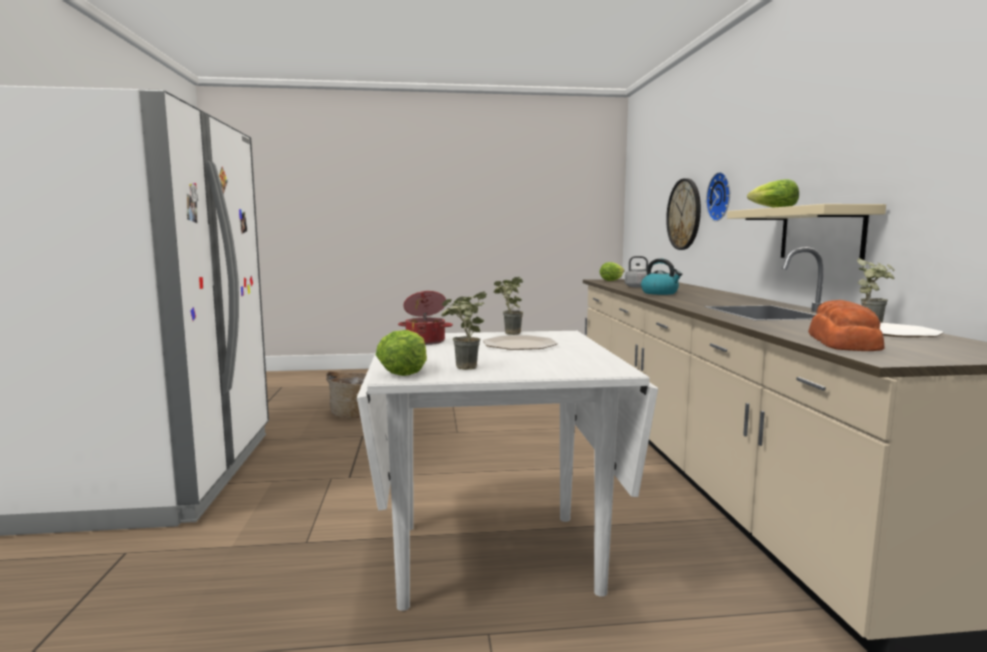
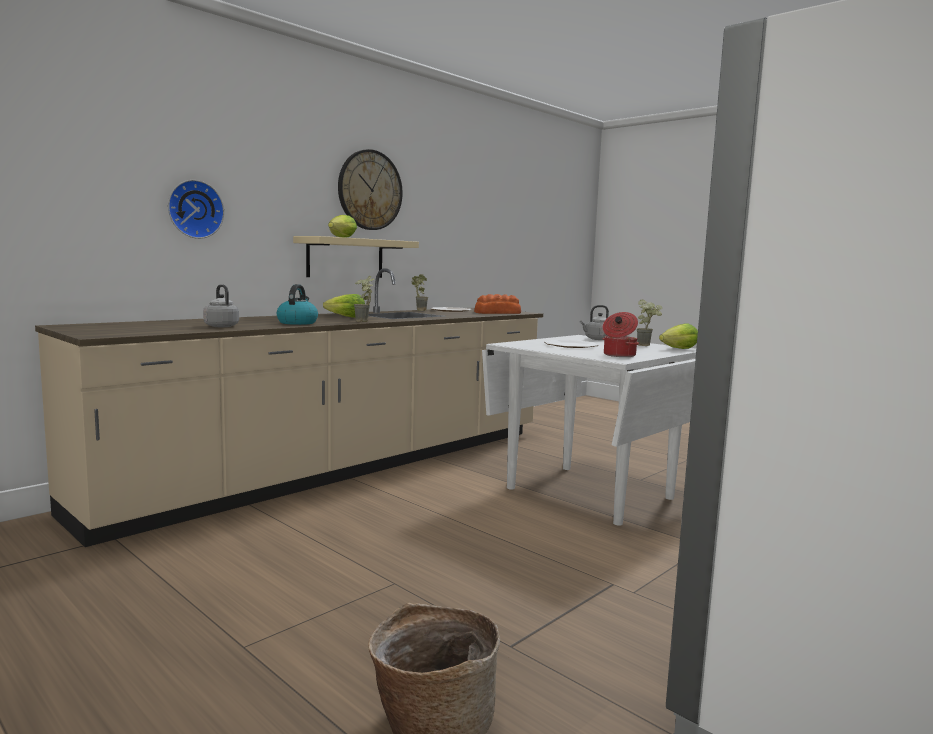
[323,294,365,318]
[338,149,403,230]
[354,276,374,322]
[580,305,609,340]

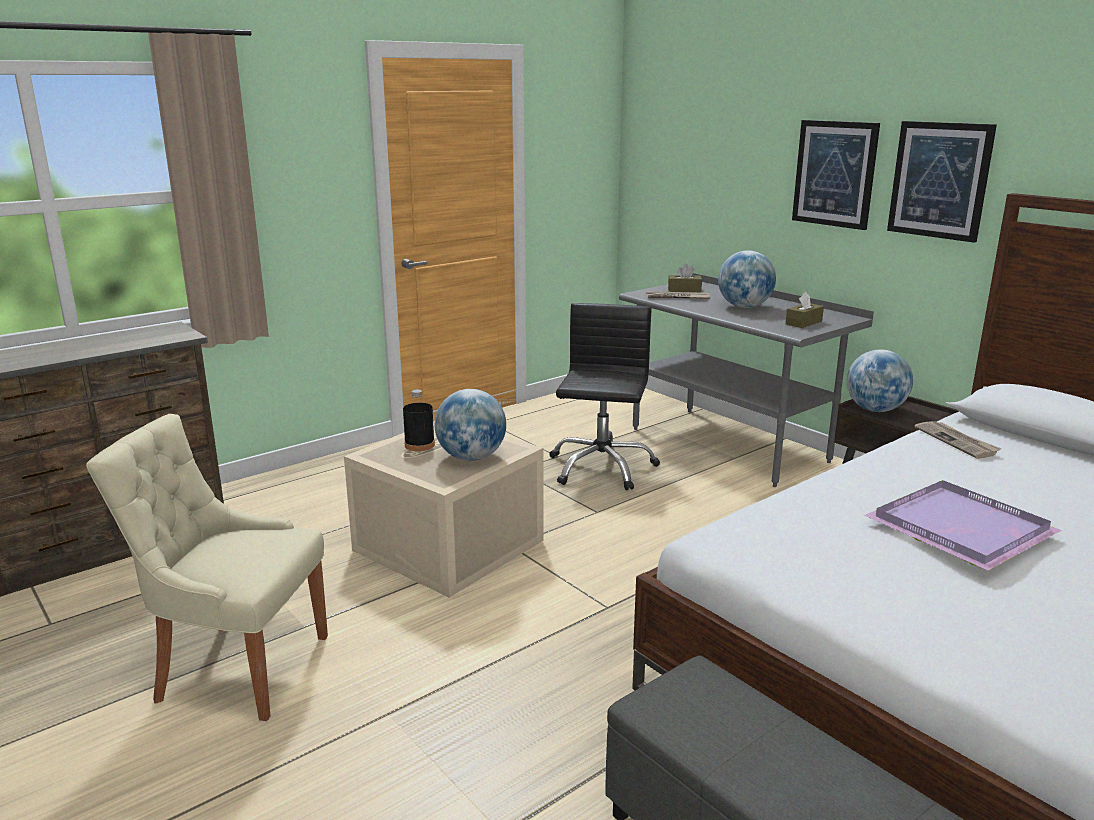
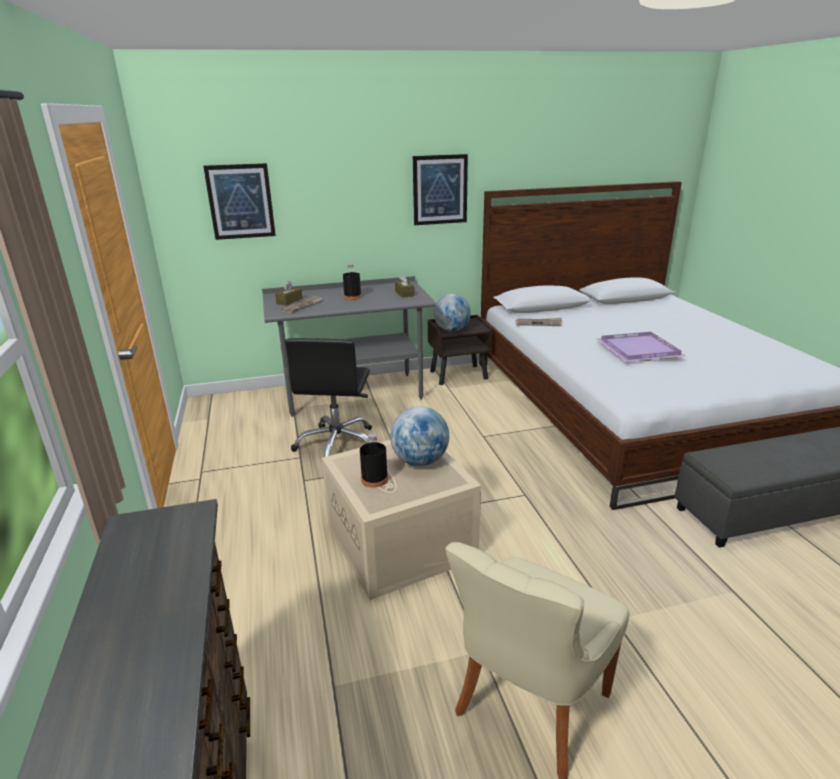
[203,163,276,240]
[285,338,372,457]
[343,264,361,300]

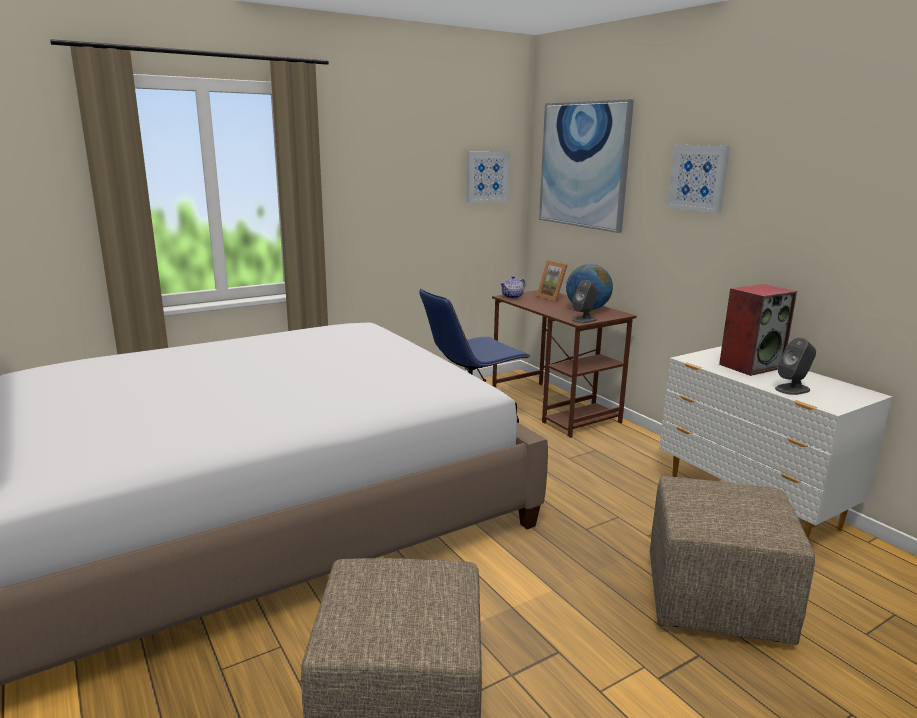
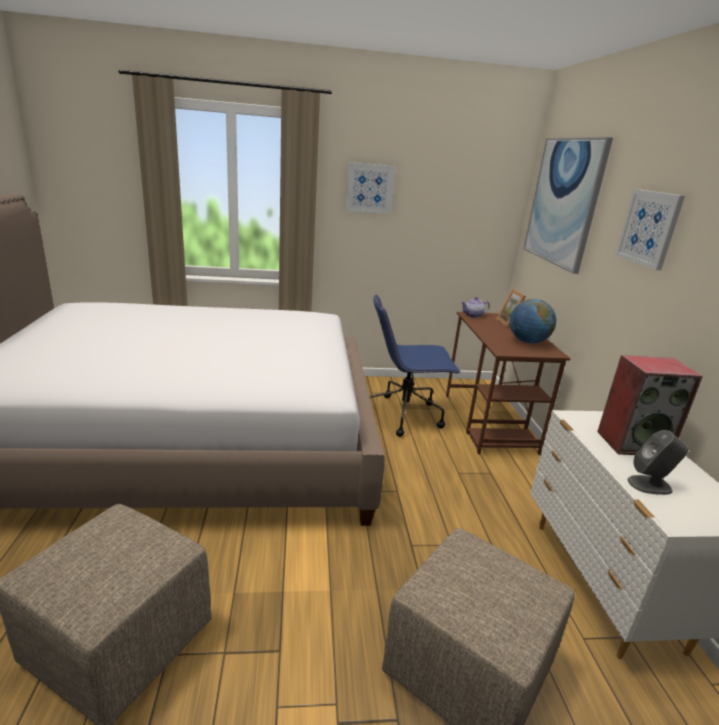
[345,162,395,214]
[572,280,599,323] (first image)

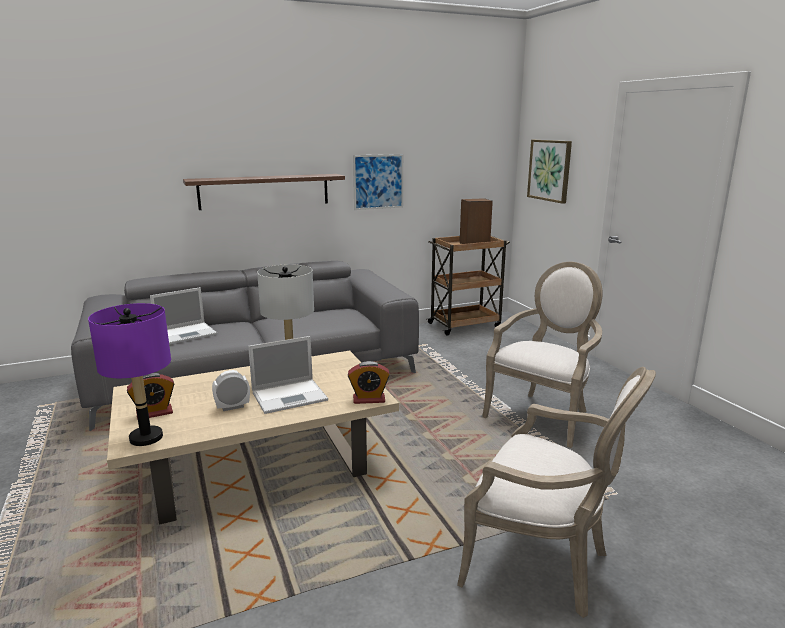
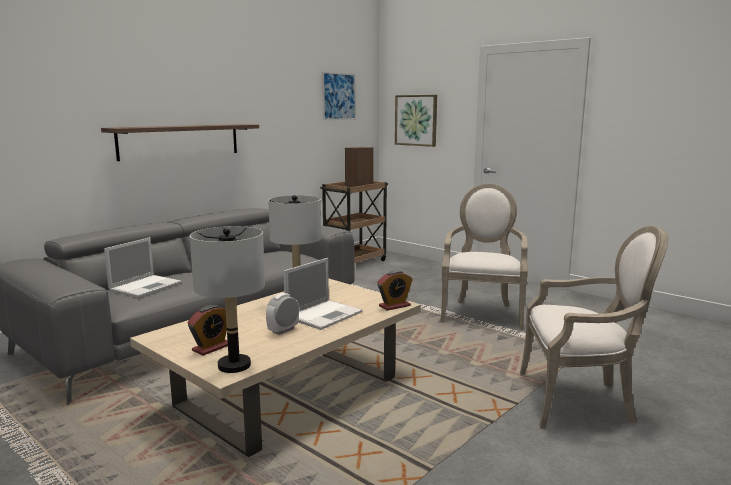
[190,226,265,373]
[322,72,356,120]

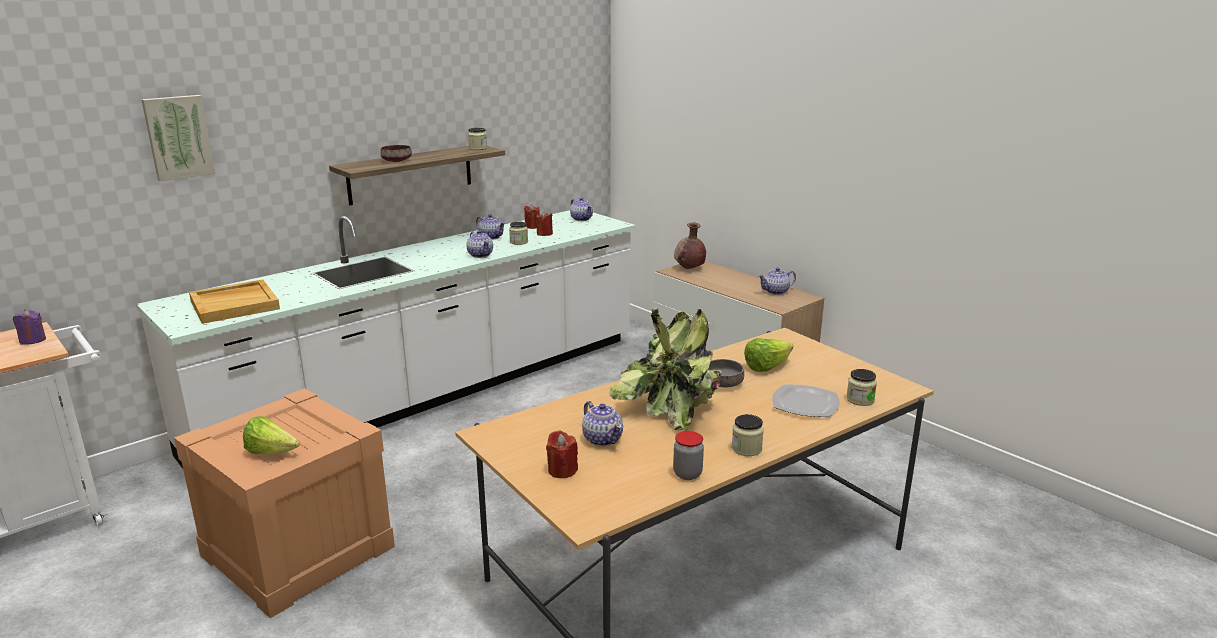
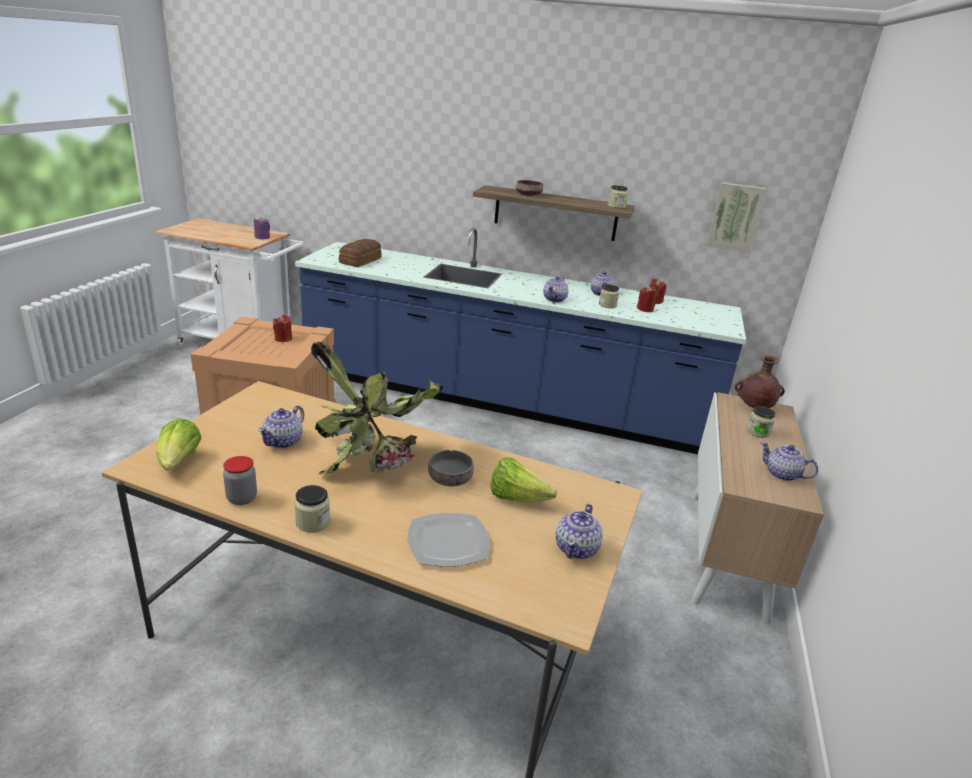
[157,418,201,471]
[273,315,292,342]
[295,228,746,454]
[339,239,382,267]
[556,504,603,559]
[707,182,767,252]
[746,406,776,438]

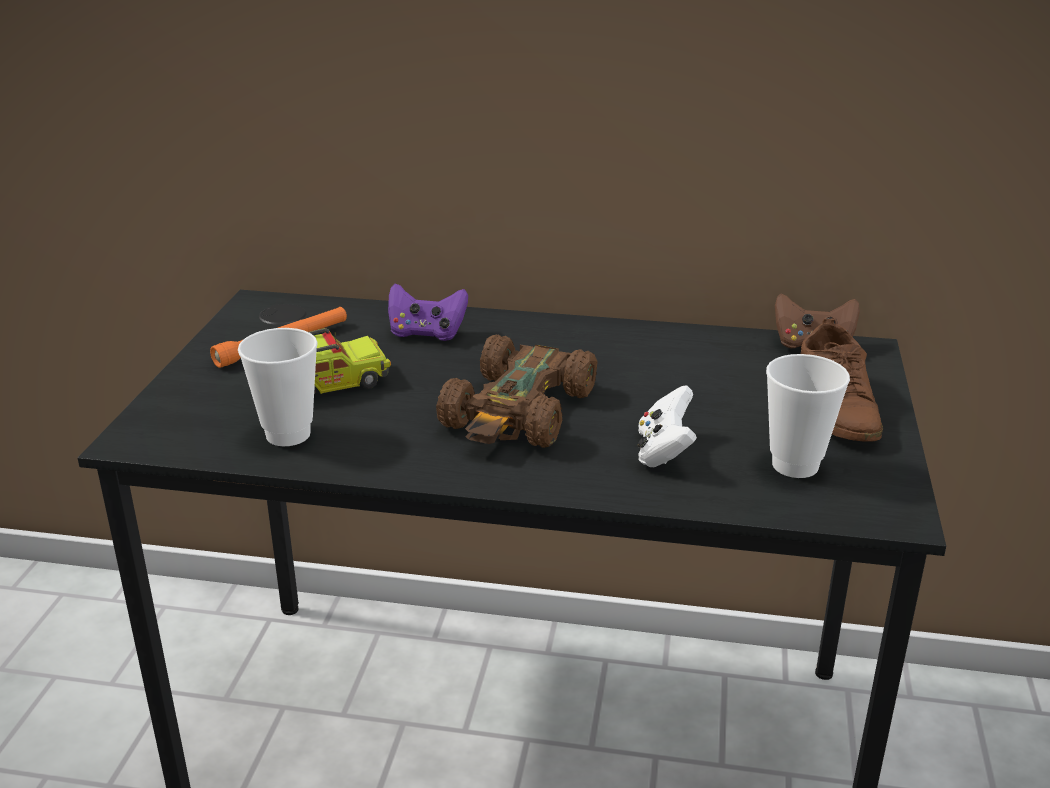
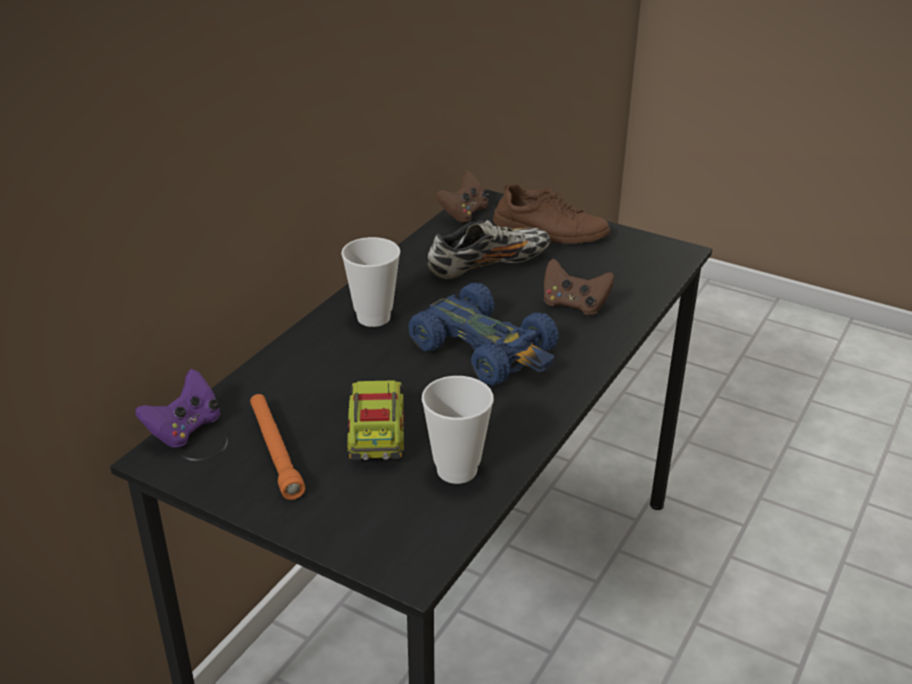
[135,369,220,448]
[341,237,400,327]
[408,283,559,386]
[428,220,551,279]
[543,259,615,315]

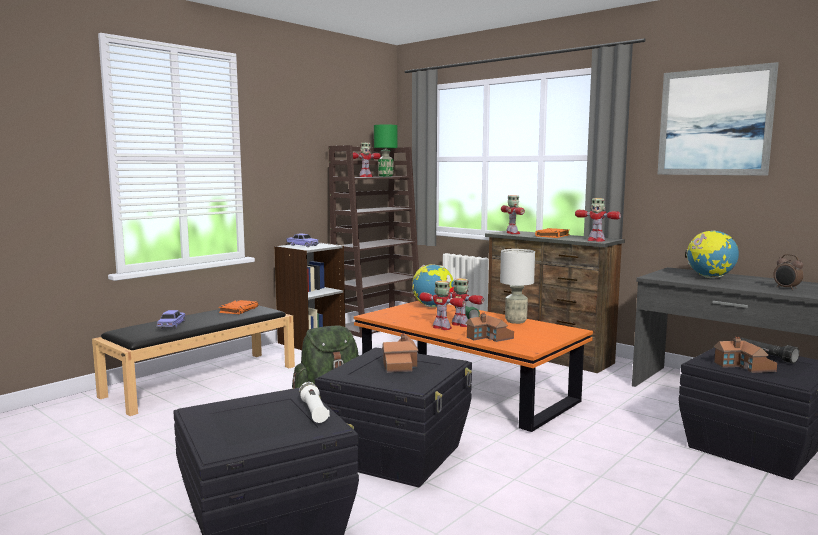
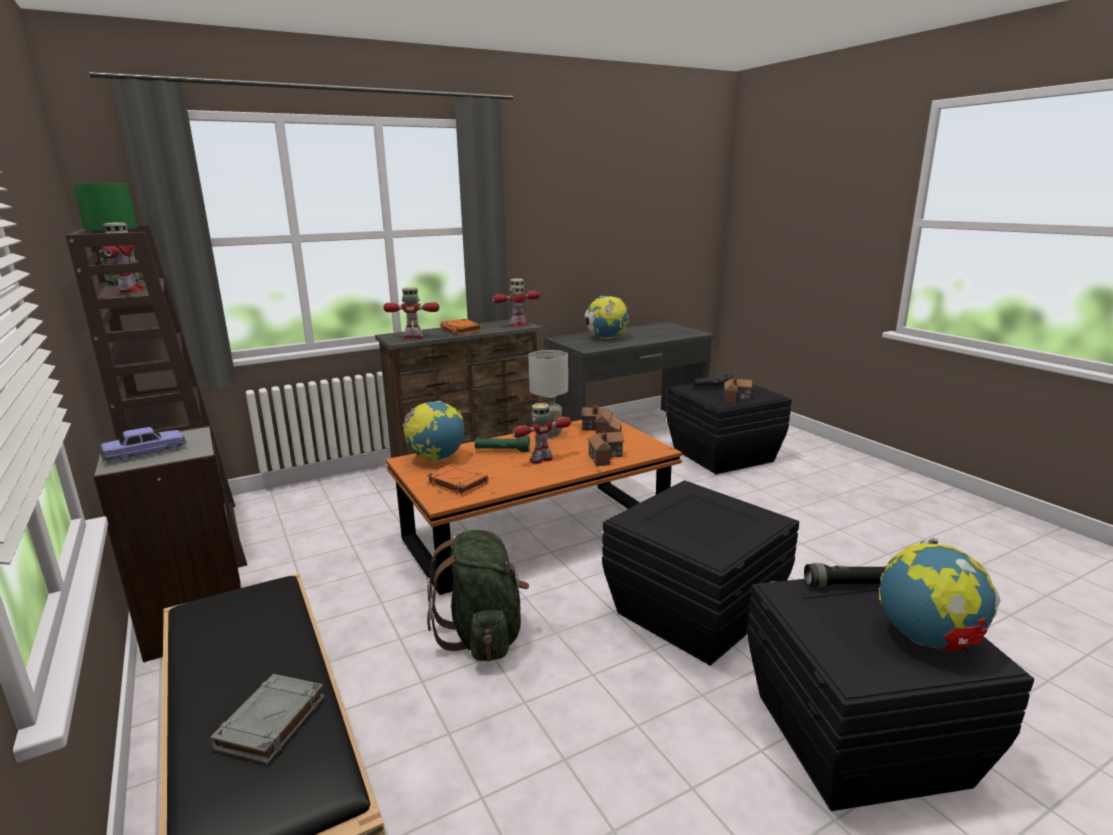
[209,674,325,764]
[427,464,489,496]
[581,404,622,434]
[804,563,888,587]
[879,538,1001,652]
[419,280,466,330] (first image)
[657,62,779,176] (first image)
[773,254,803,290] (first image)

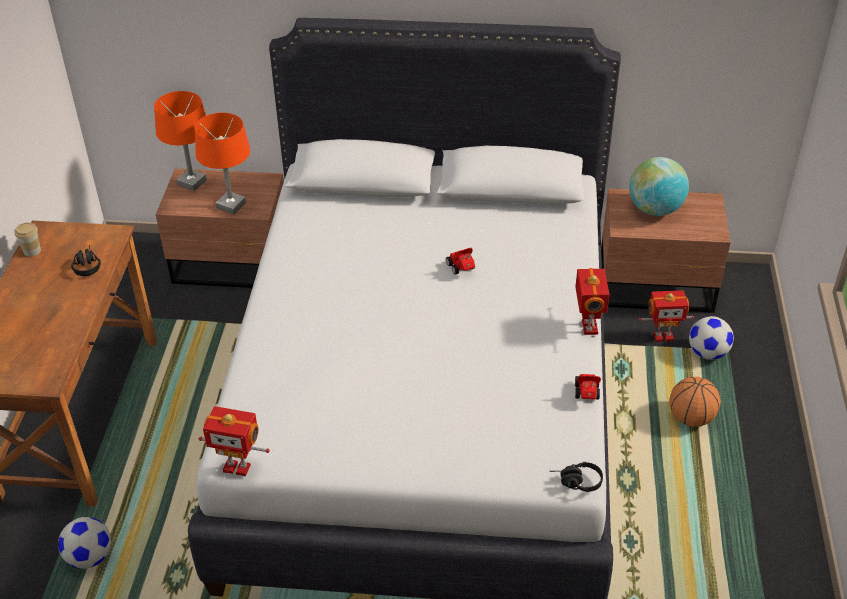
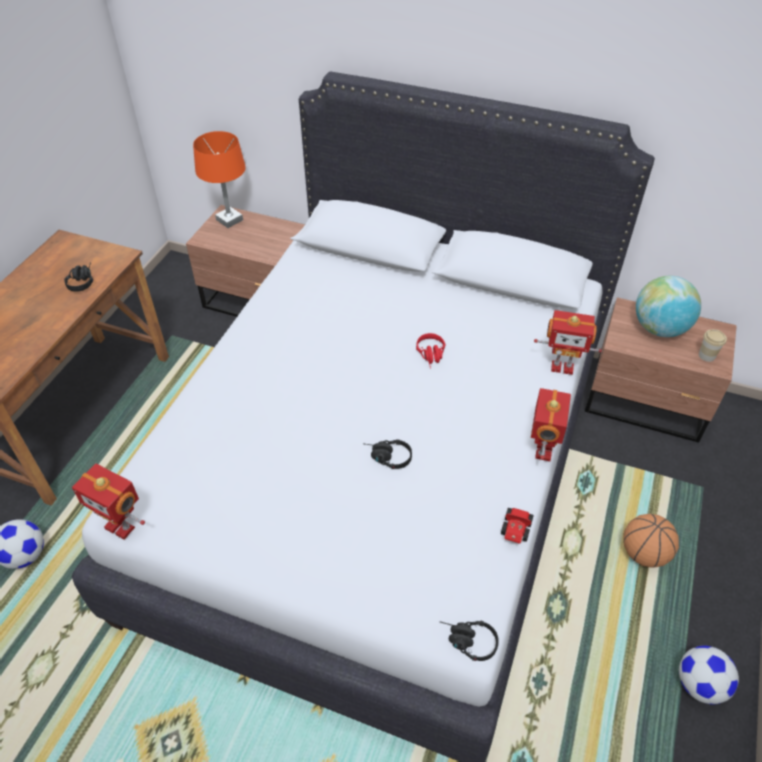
[363,439,412,469]
[416,333,445,369]
[534,310,602,375]
[679,645,739,704]
[699,329,727,362]
[195,113,250,214] (first image)

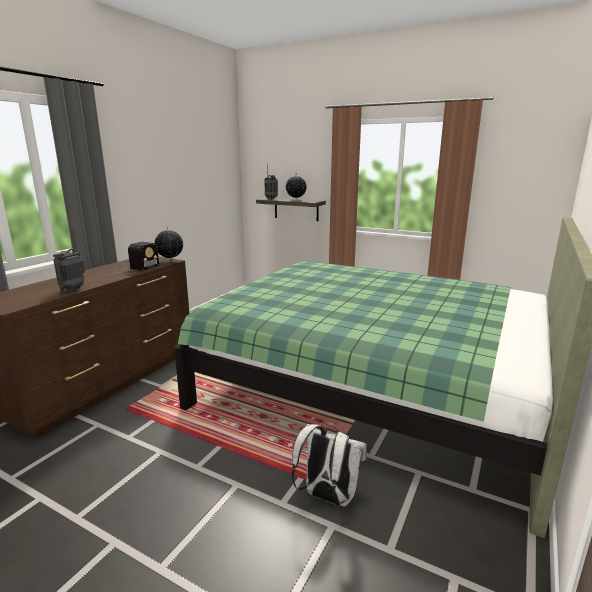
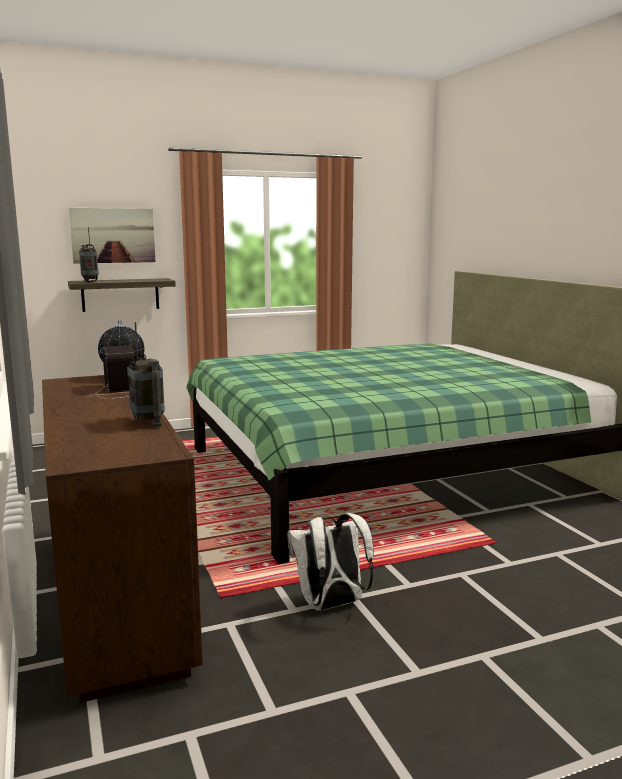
[69,208,156,264]
[287,513,374,611]
[286,173,307,201] (first image)

